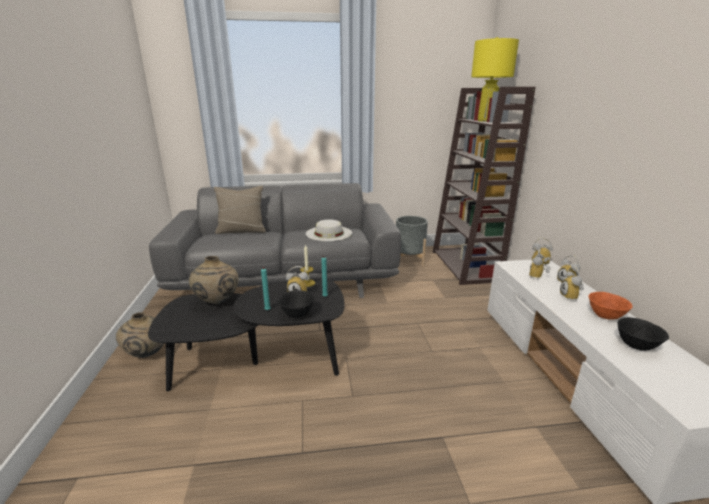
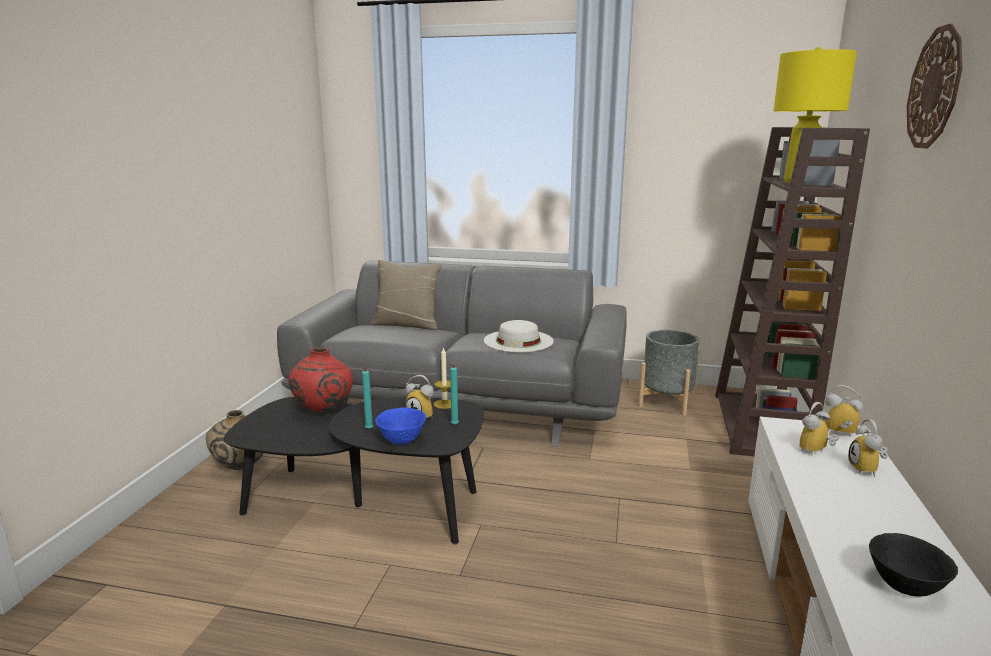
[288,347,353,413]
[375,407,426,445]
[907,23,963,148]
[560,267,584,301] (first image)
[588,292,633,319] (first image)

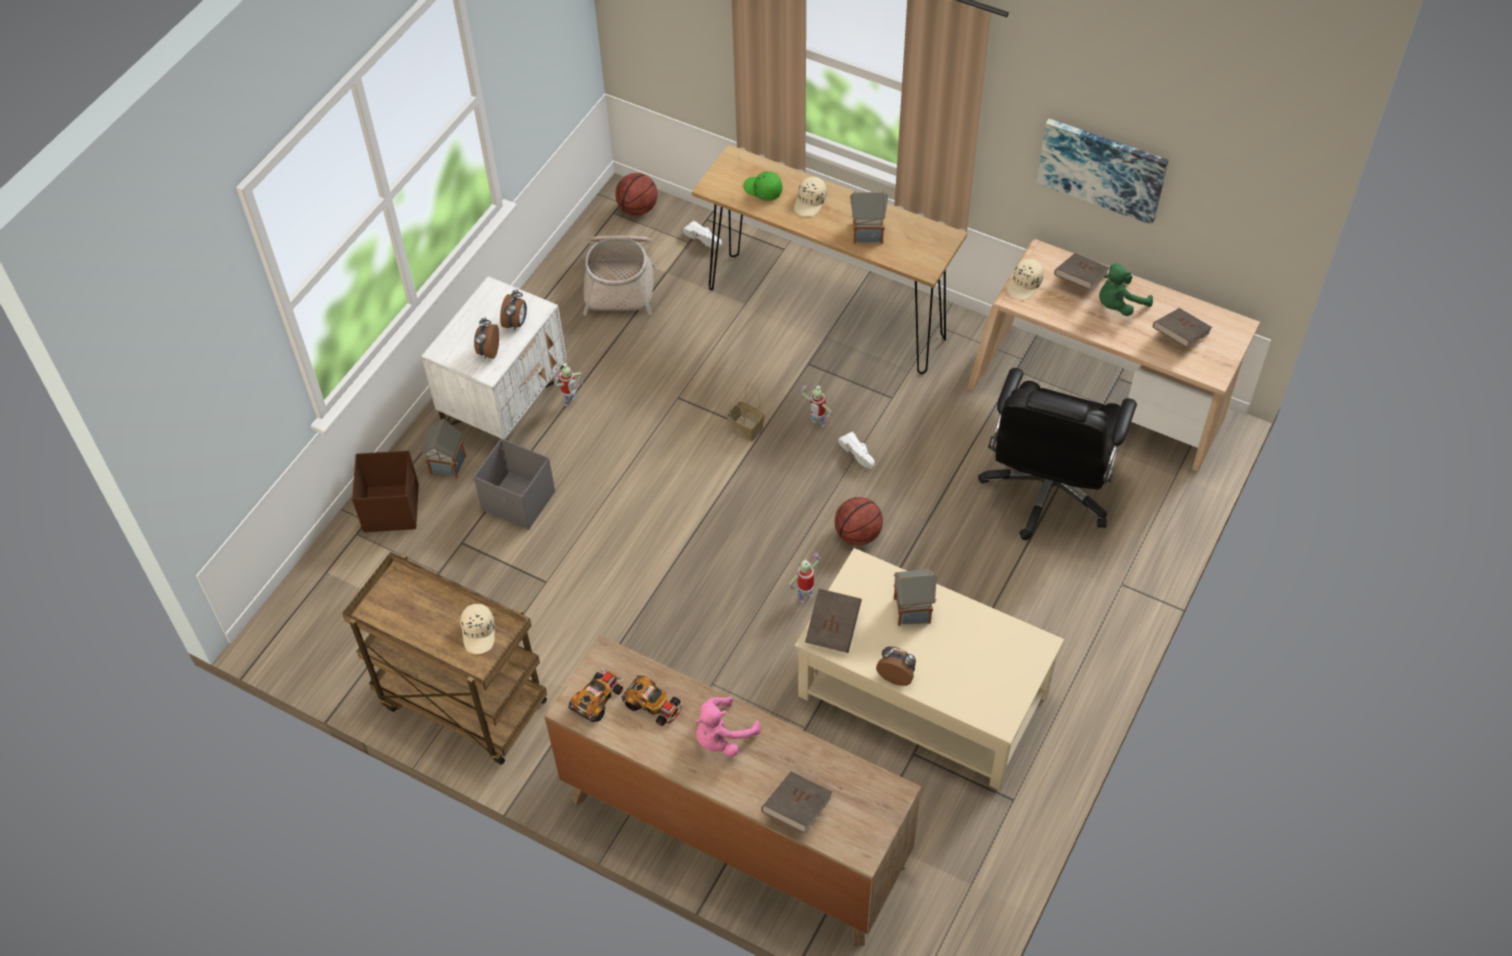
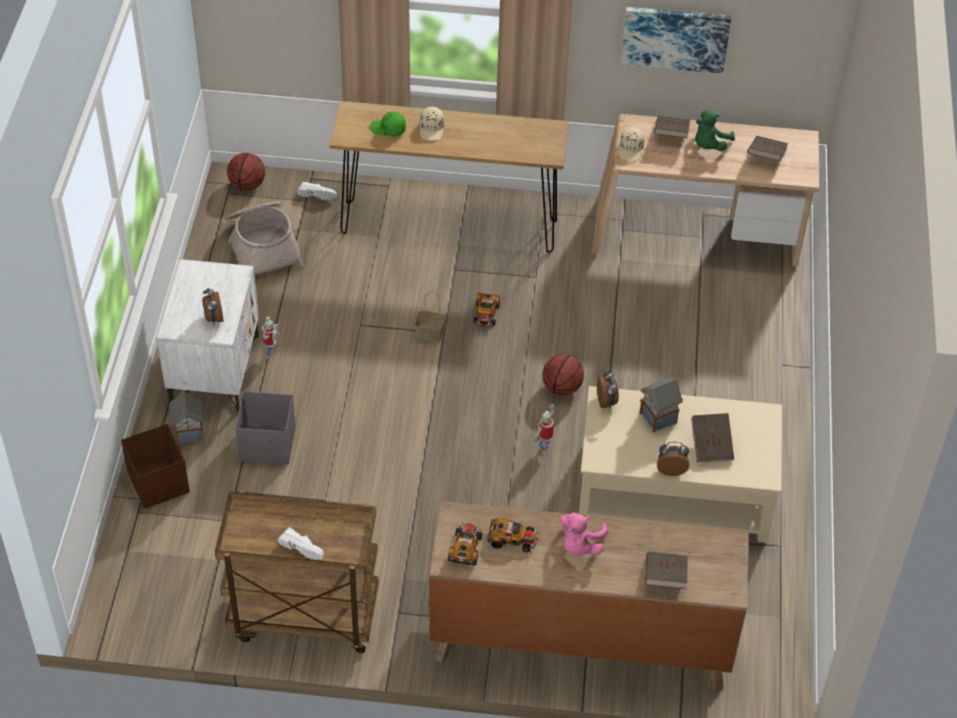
[277,527,324,560]
[473,293,500,327]
[597,371,619,408]
[691,413,734,462]
[460,604,495,654] (first image)
[850,191,888,244] (first image)
[978,368,1137,540] (first image)

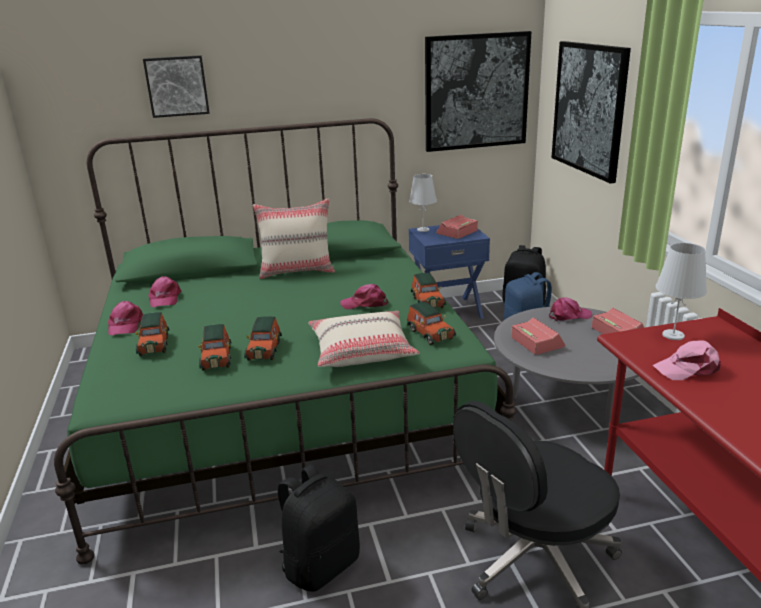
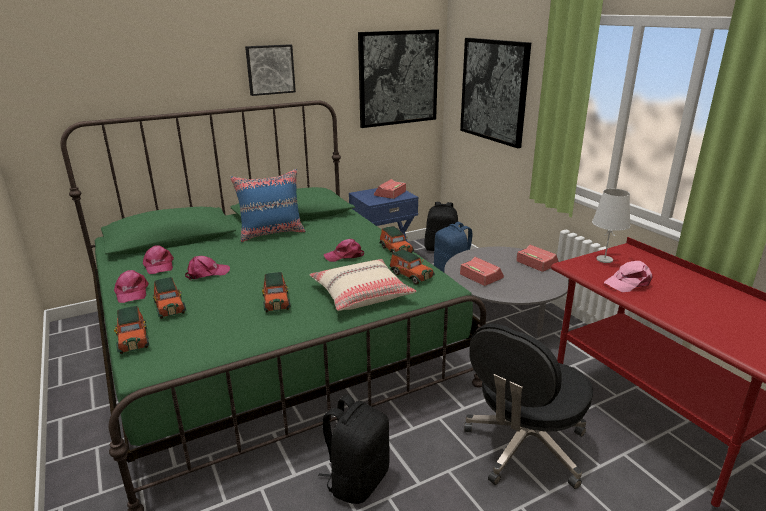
[114,306,149,354]
[185,256,230,280]
[230,169,306,242]
[245,44,296,96]
[409,174,437,232] (first image)

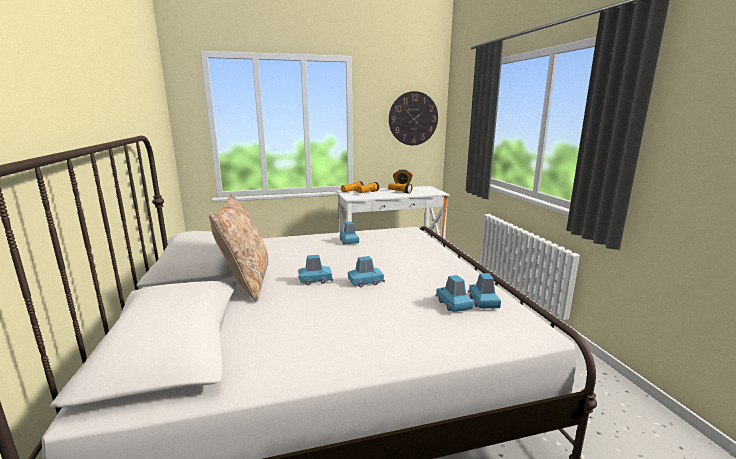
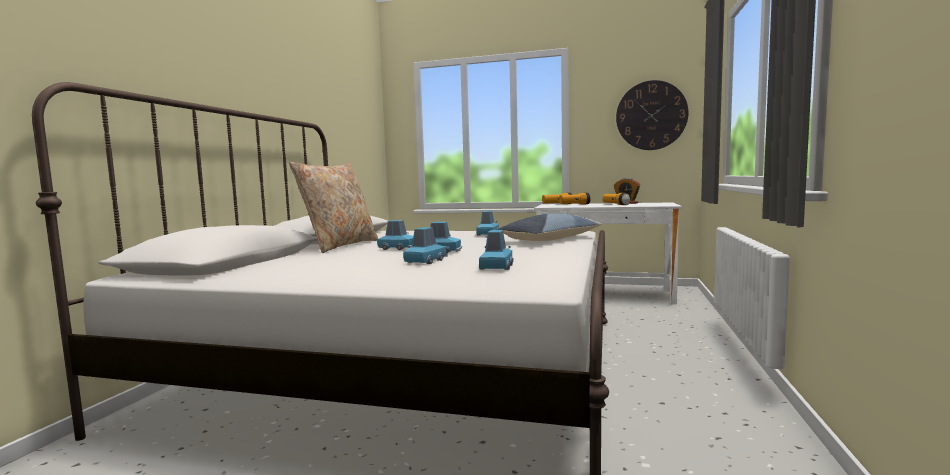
[403,227,448,264]
[497,213,603,241]

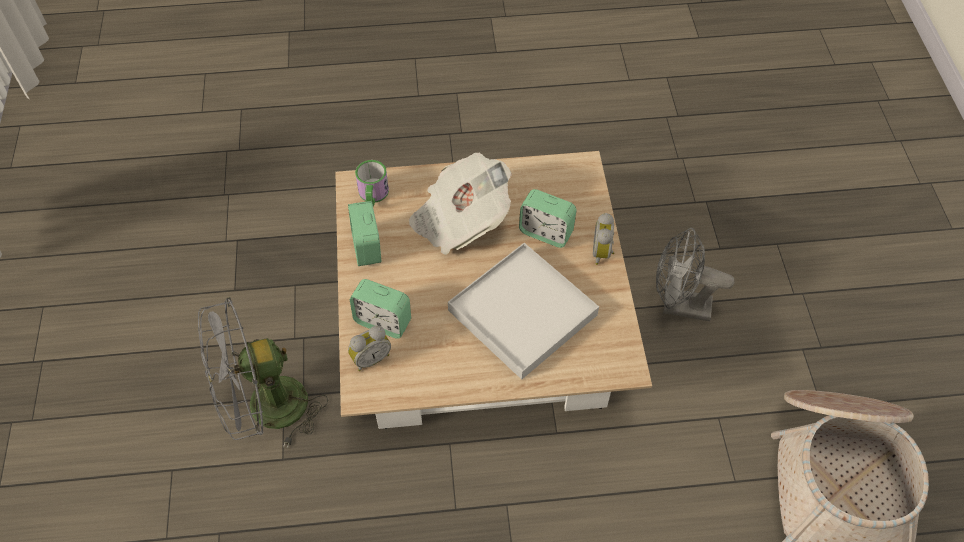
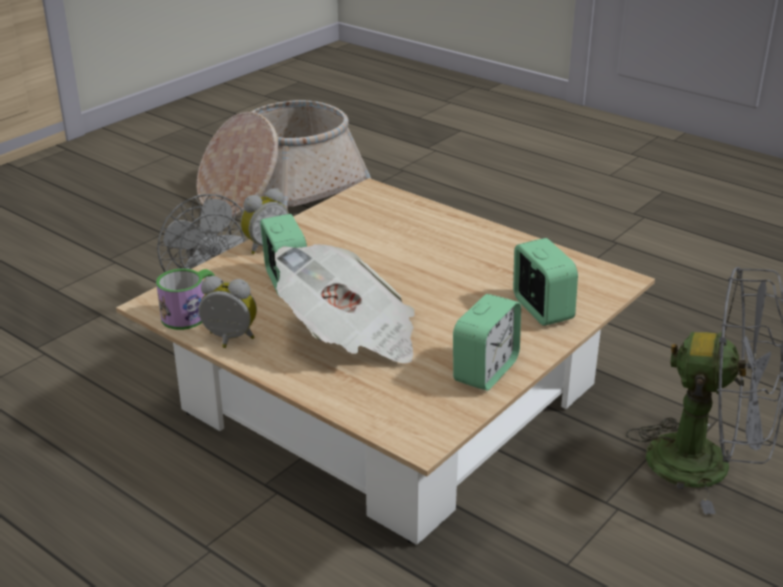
[156,269,215,330]
[199,276,257,348]
[448,243,599,380] (first image)

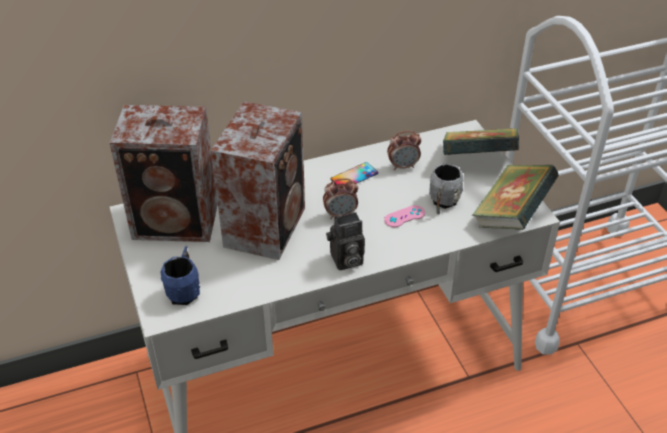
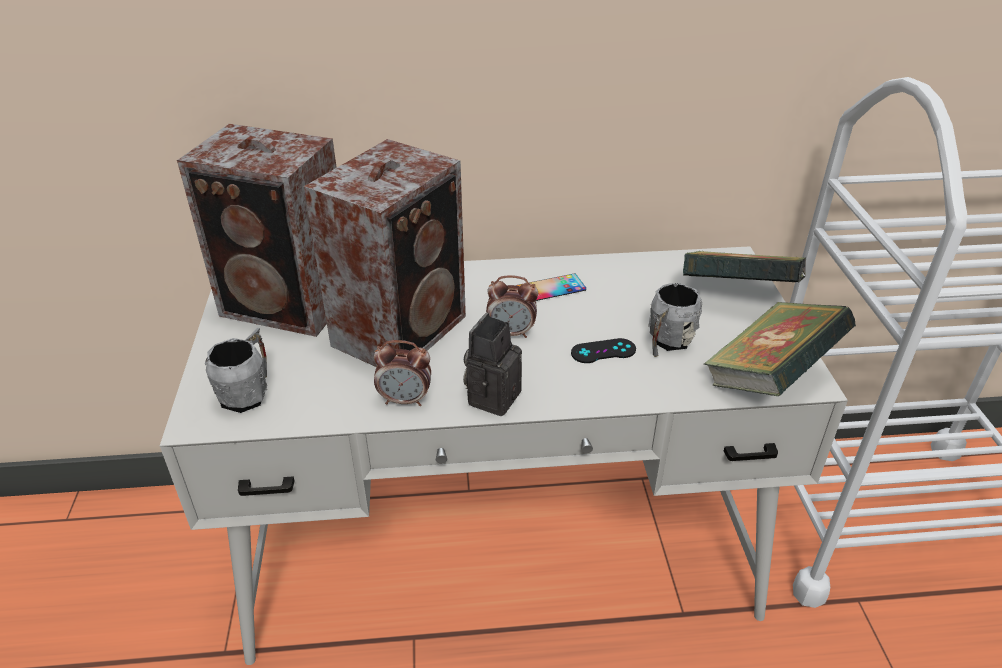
[205,328,268,413]
[374,340,431,406]
[463,313,522,416]
[571,338,636,363]

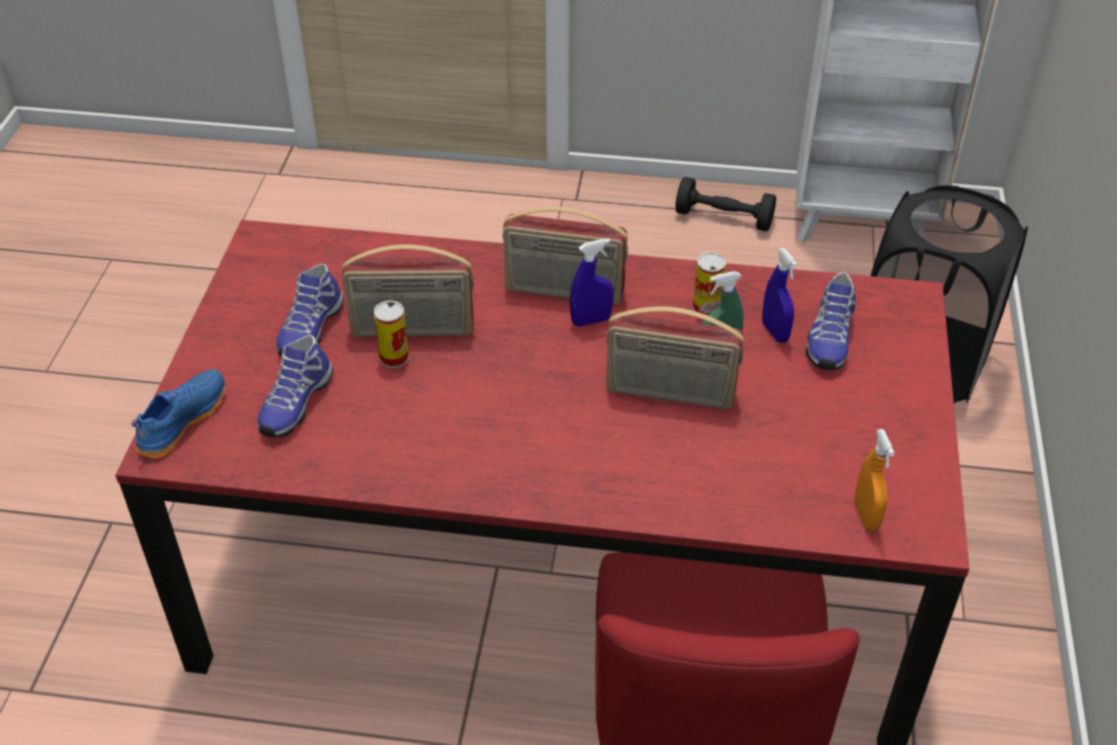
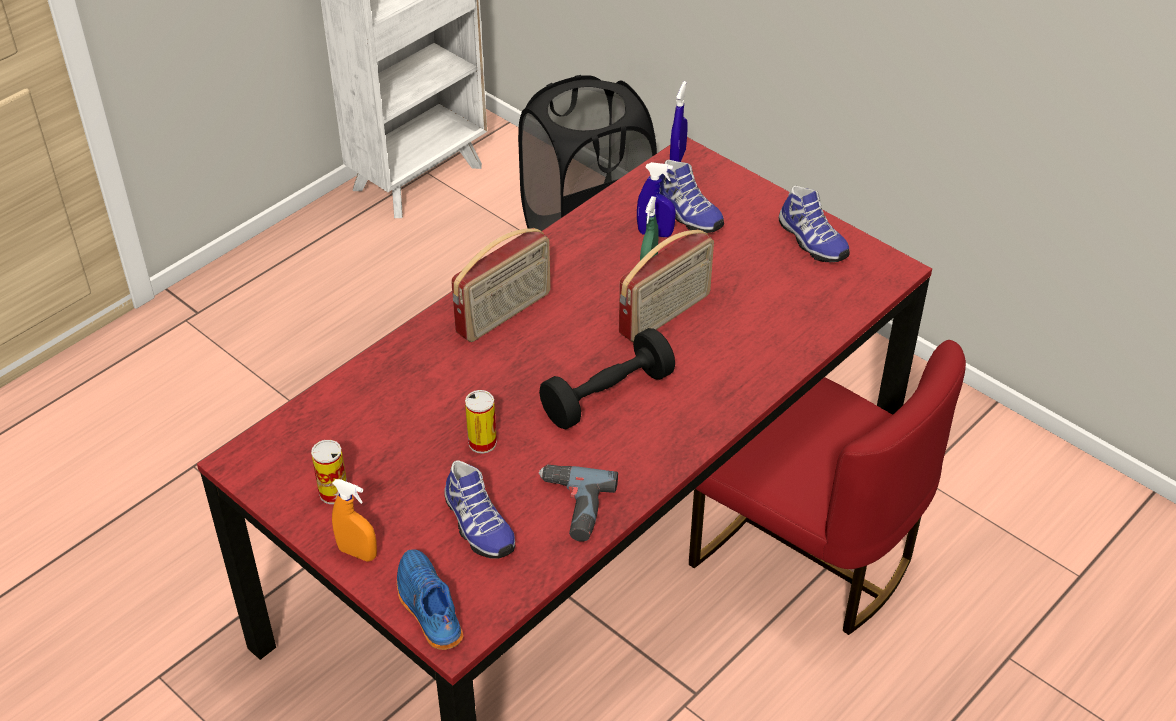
[311,440,347,504]
[332,479,377,562]
[539,328,675,429]
[539,465,618,542]
[670,81,688,162]
[779,186,850,262]
[342,244,473,337] (first image)

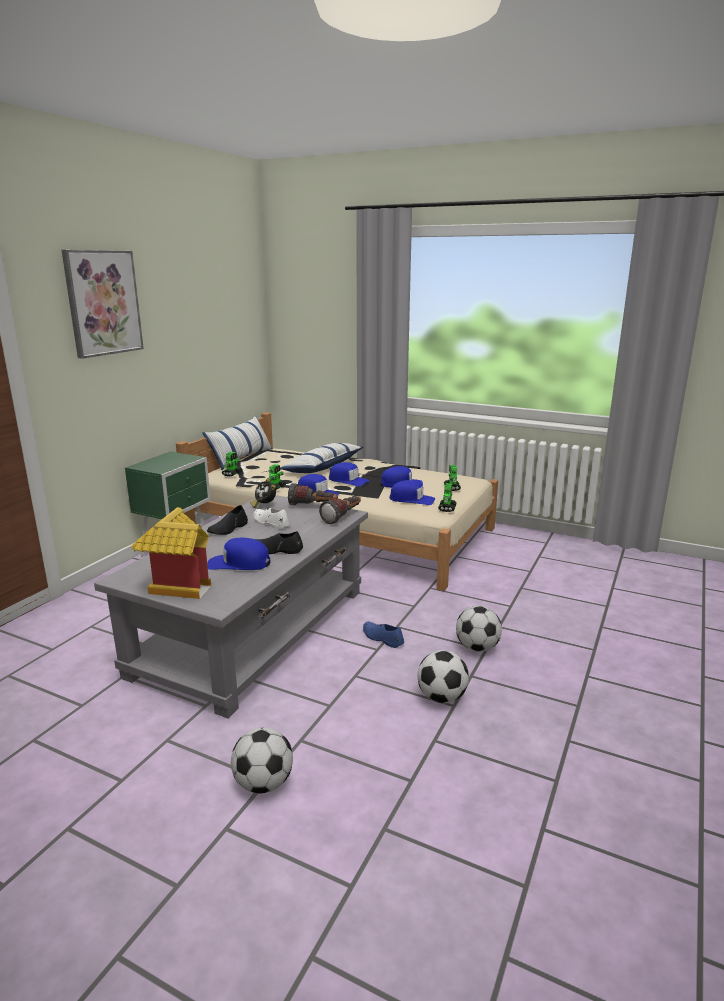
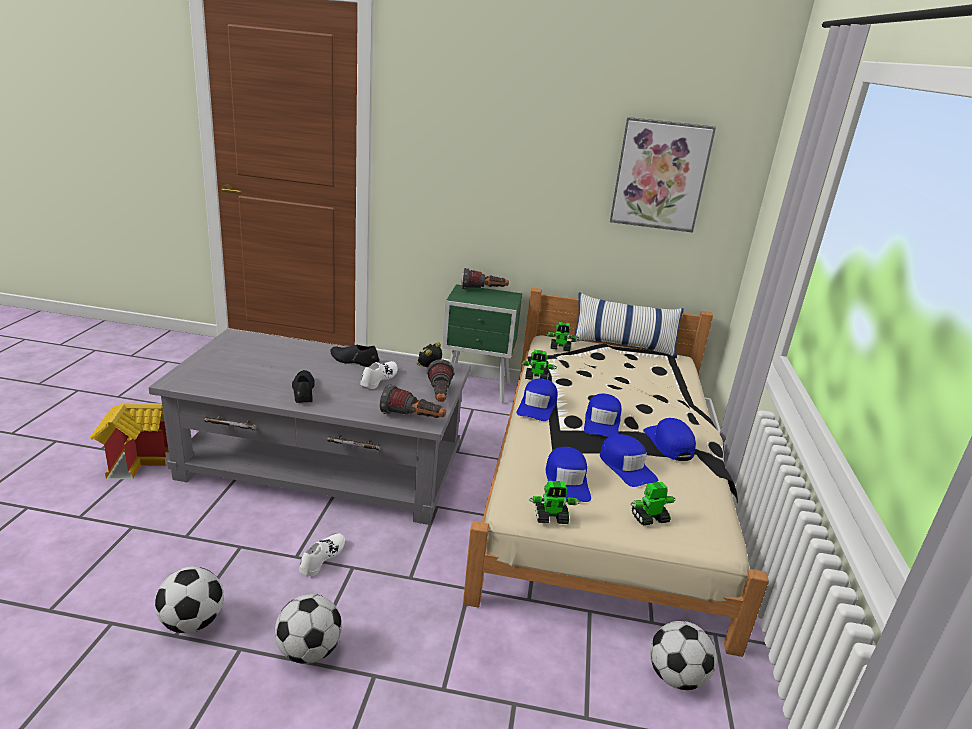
[90,403,169,479]
[299,533,345,576]
[461,268,509,290]
[610,117,716,233]
[643,418,696,461]
[650,621,717,690]
[280,443,363,473] (first image)

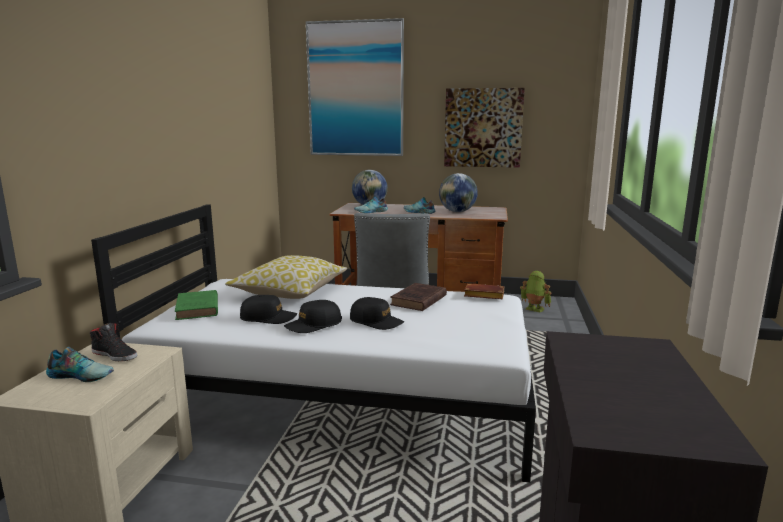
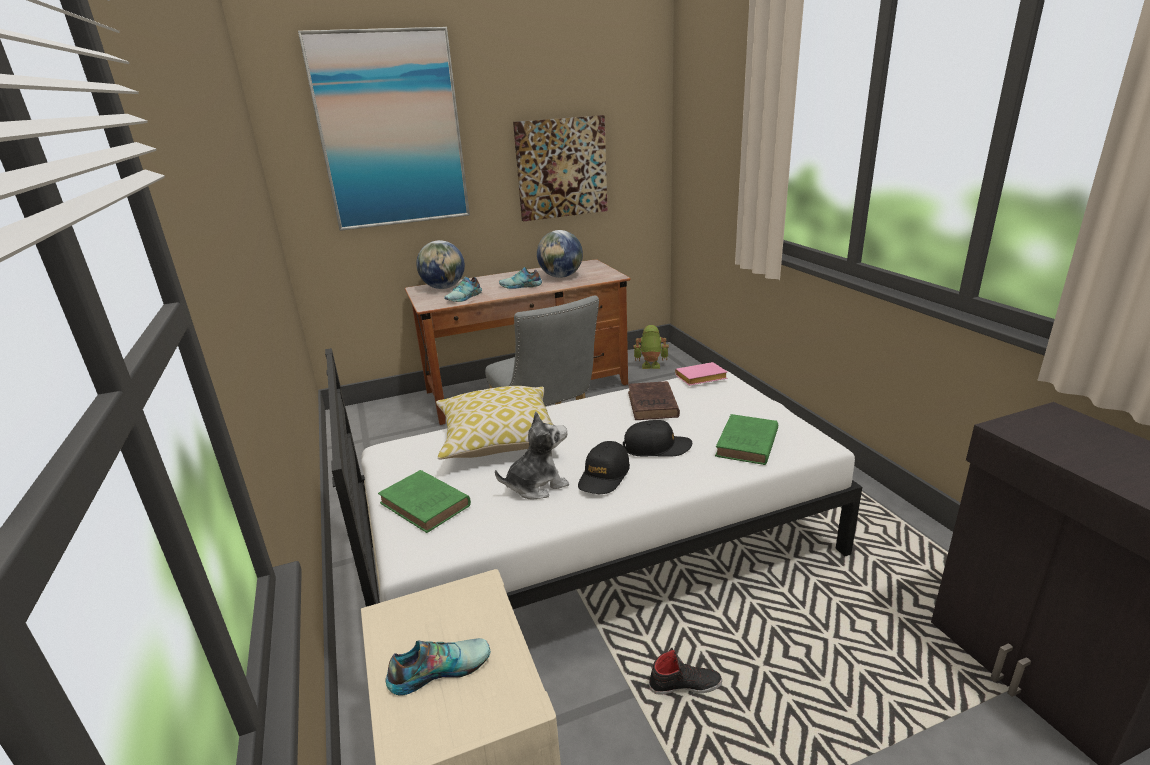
[495,412,569,500]
[649,648,722,695]
[675,362,728,386]
[715,414,778,465]

